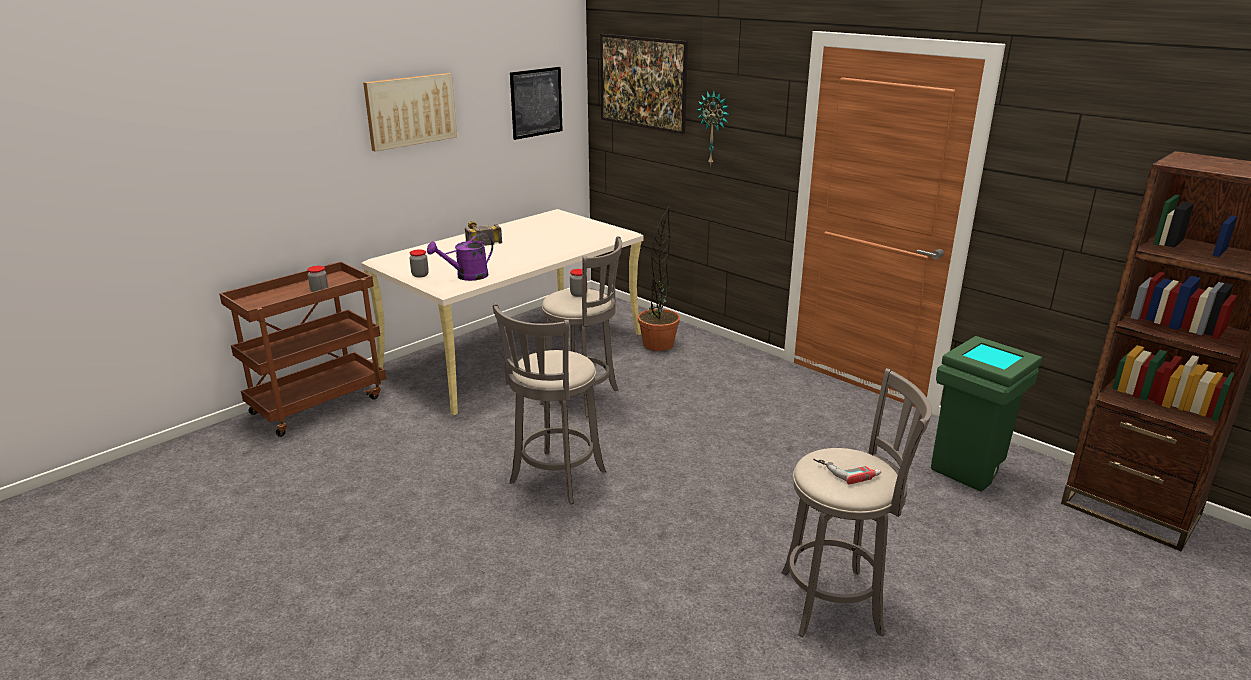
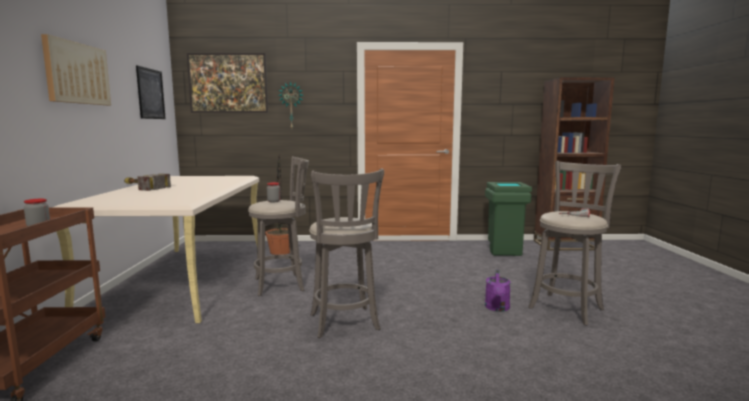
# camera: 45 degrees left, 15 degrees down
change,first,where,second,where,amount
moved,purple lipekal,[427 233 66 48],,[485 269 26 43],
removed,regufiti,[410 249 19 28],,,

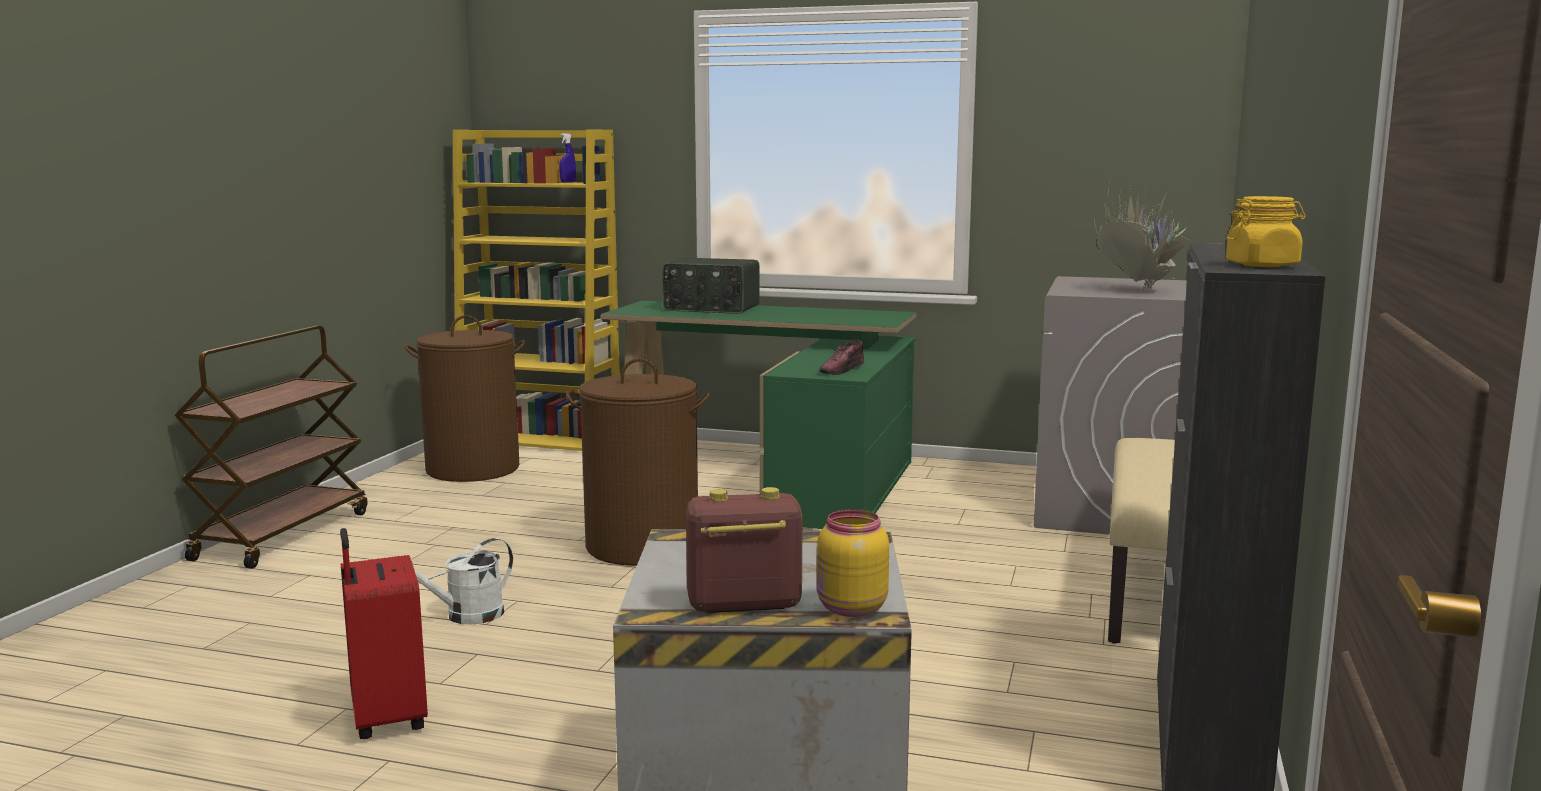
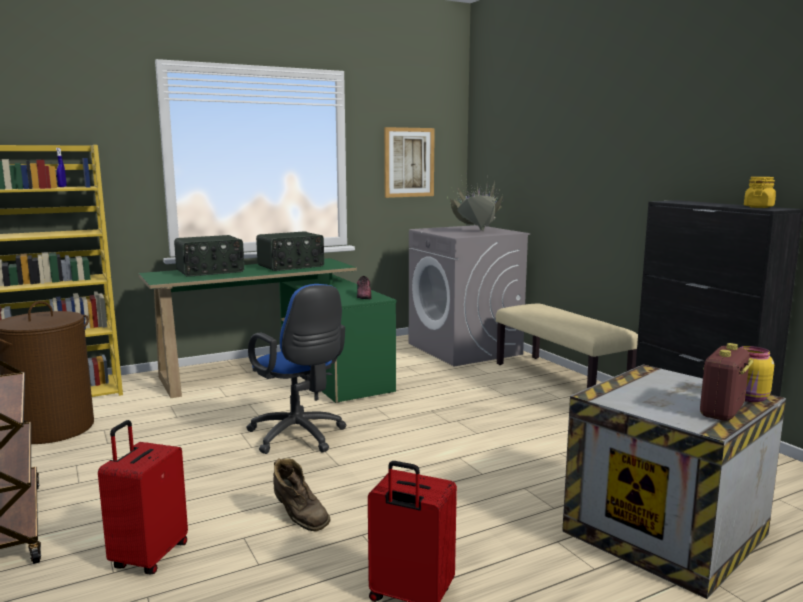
# camera: 45 degrees left, 0 degrees up
change,first,where,second,where,amount
added,,,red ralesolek,[98 420 90 154],
replaced,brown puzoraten,[566 358 145 208],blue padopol,[246 284 101 170],
added,,,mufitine,[256 232 68 39],
replaced,white lipekal,[411 538 102 87],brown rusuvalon,[273 458 57 74],
added,,,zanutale,[384 127 51 71],

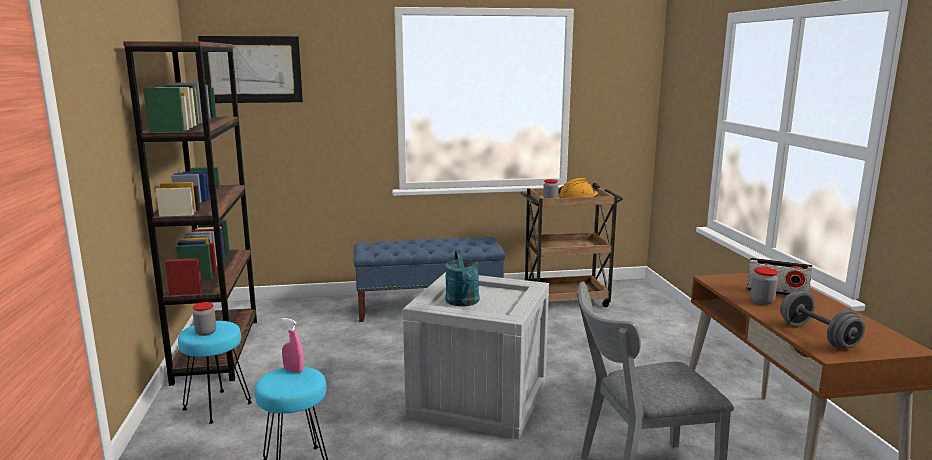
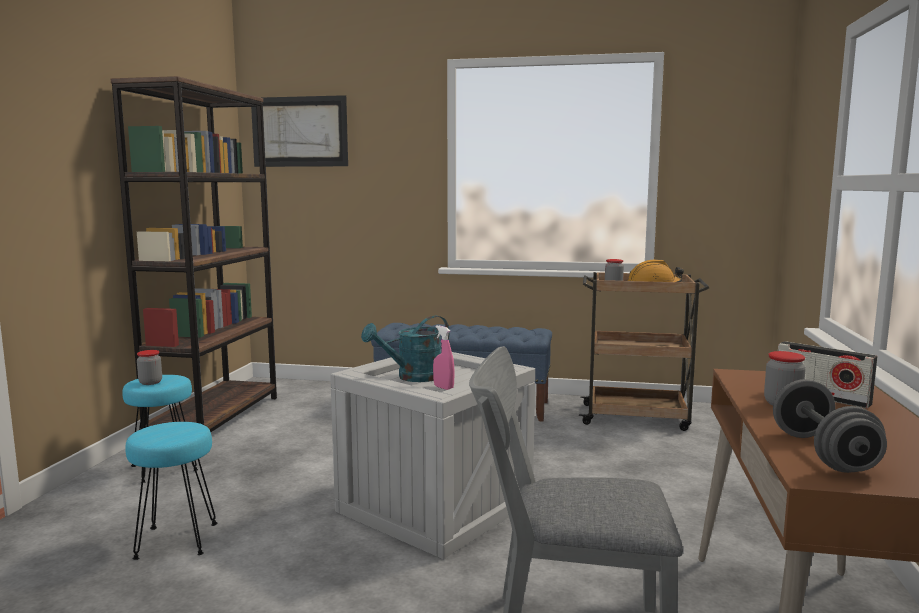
# camera: 20 degrees right, 5 degrees down
change,first,where,second,where,amount
turned,turquoise lipekal,[445 250 34 56],,[361 316 88 66],45 degrees clockwise
moved,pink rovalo,[282 318 21 55],,[433 325 22 65],

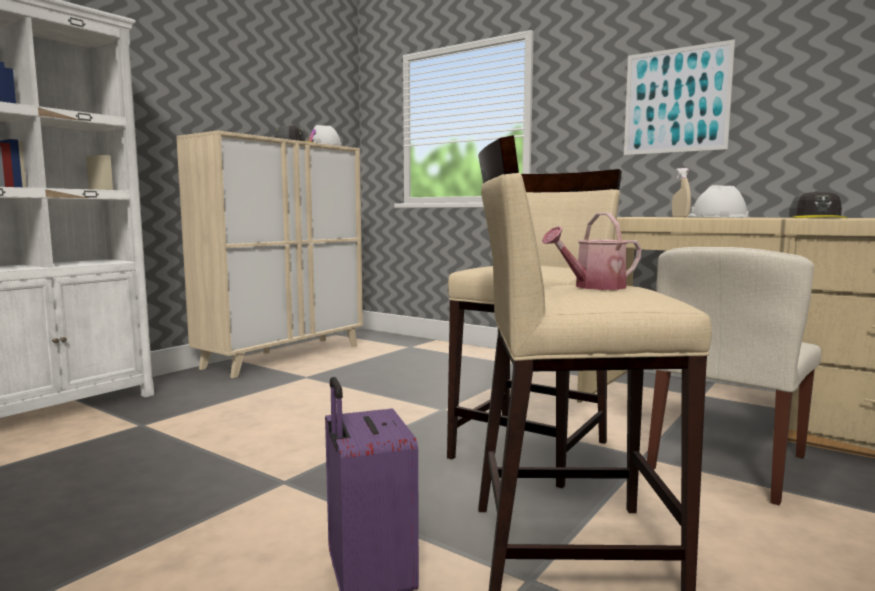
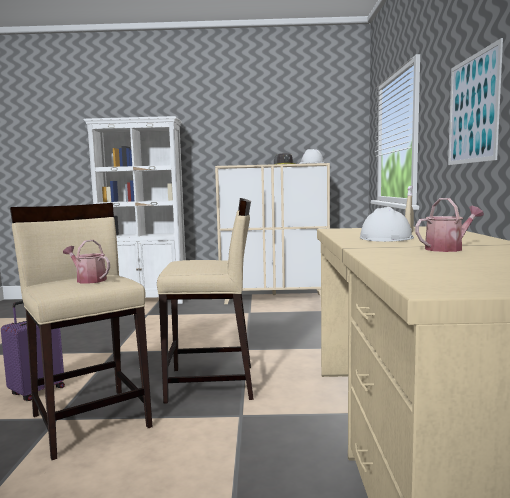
# camera: 55 degrees right, 0 degrees up
change,first,where,second,where,amount
replaced,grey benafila,[789 191 59 27],lipekal,[415 198 69 54],
removed,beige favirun,[647 247 175 258],,,

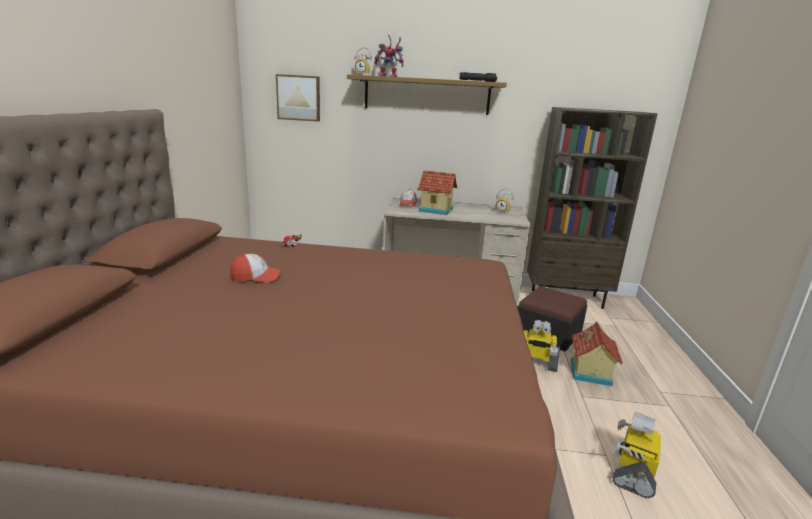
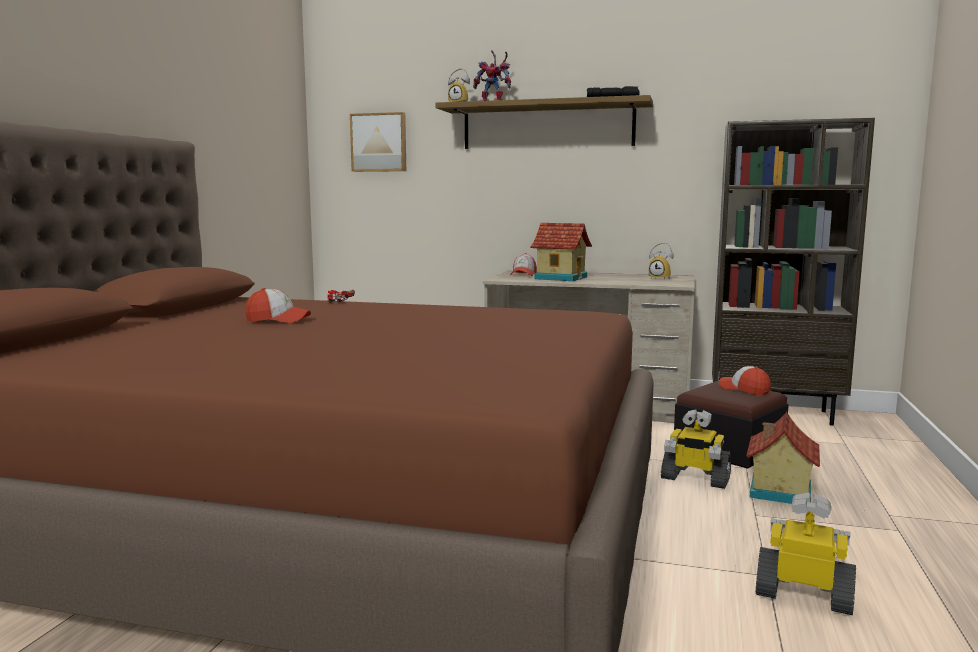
# camera: 10 degrees right, 10 degrees down
change,first,where,second,where,amount
added,,,benafila,[719 366 52 30],
turned,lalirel,[612 412 49 86],,[756 493 100 122],75 degrees clockwise

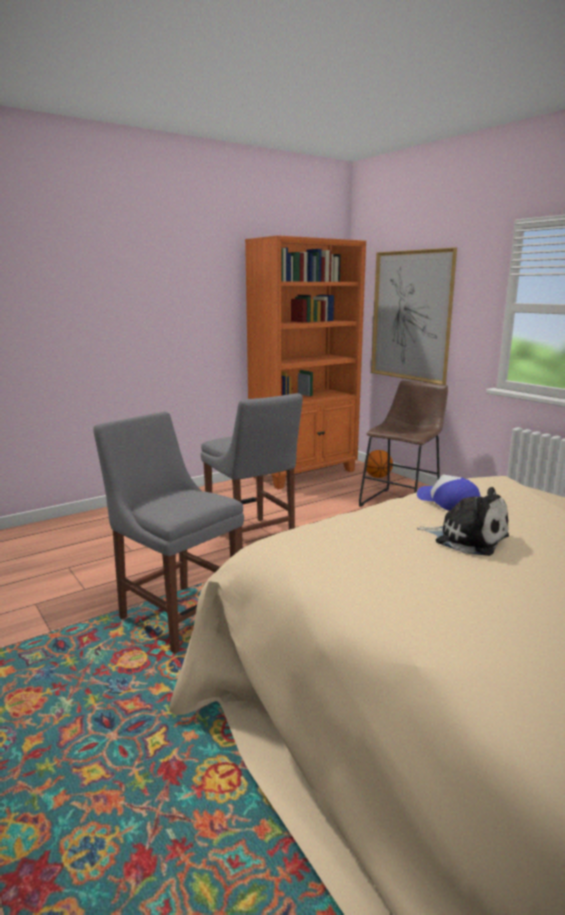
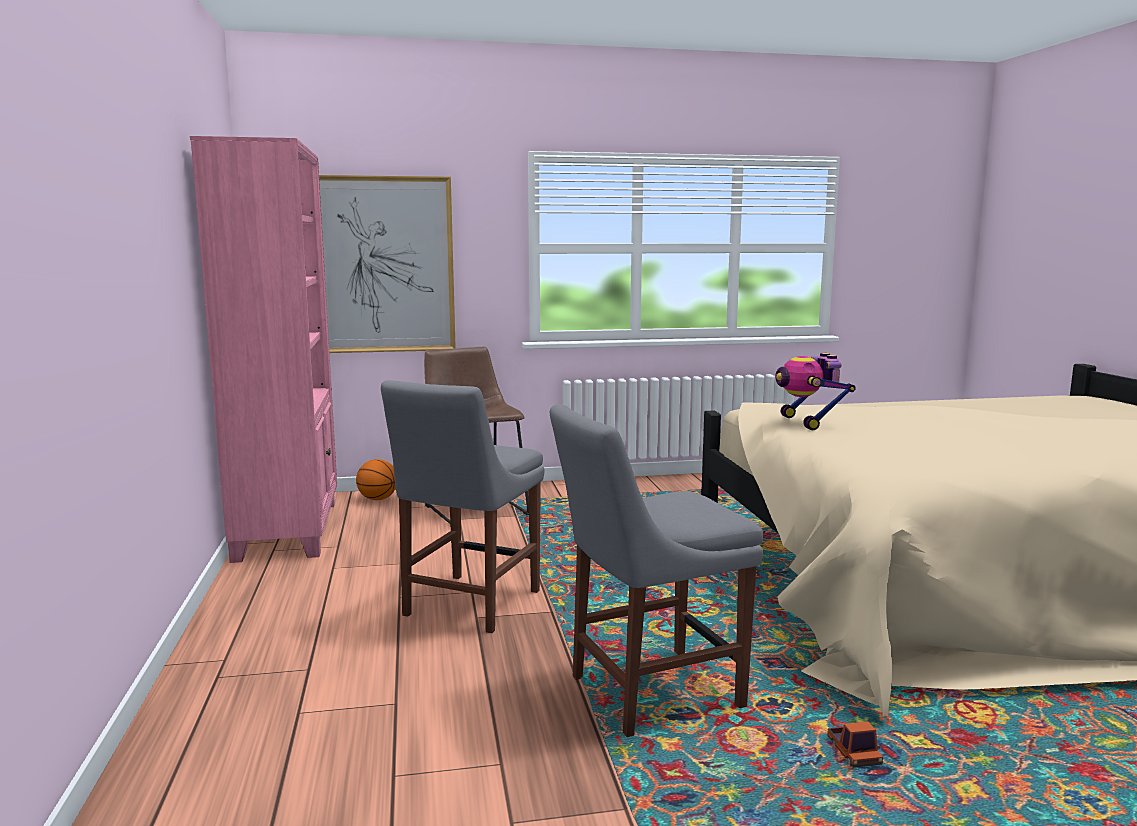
# camera: 65 degrees left, 5 degrees down
change,first,where,second,where,amount
recoloured,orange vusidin,[245 235 121 254],pink vusidin,[190 136 147 427],
turned,grey favirun,[201 393 102 156],,[381 380 163 253],120 degrees clockwise
replaced,benafila,[417 474 64 37],lalirel,[775 353 81 77],
added,,,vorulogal,[827 721 56 47],
removed,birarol,[417 487 92 69],,,

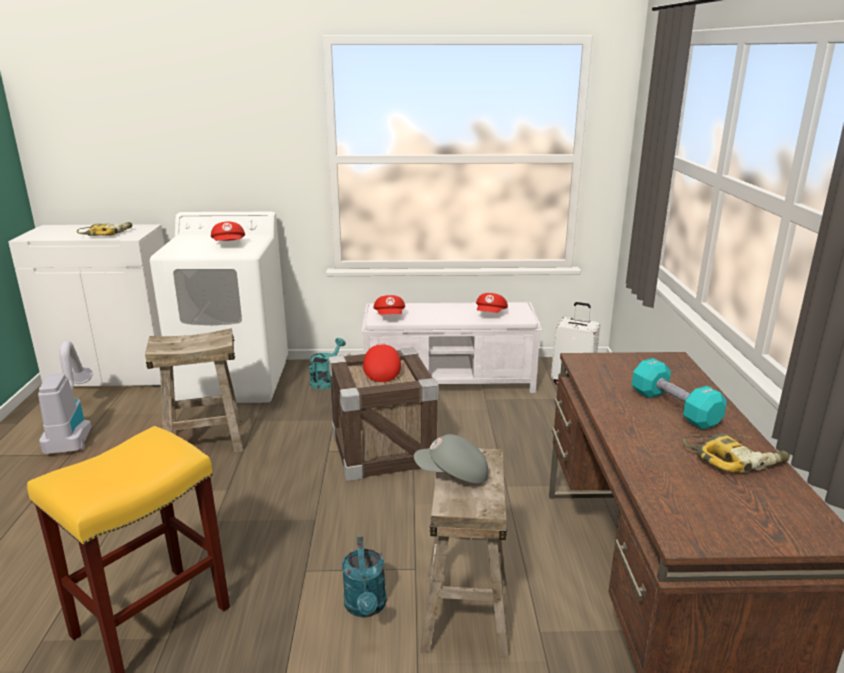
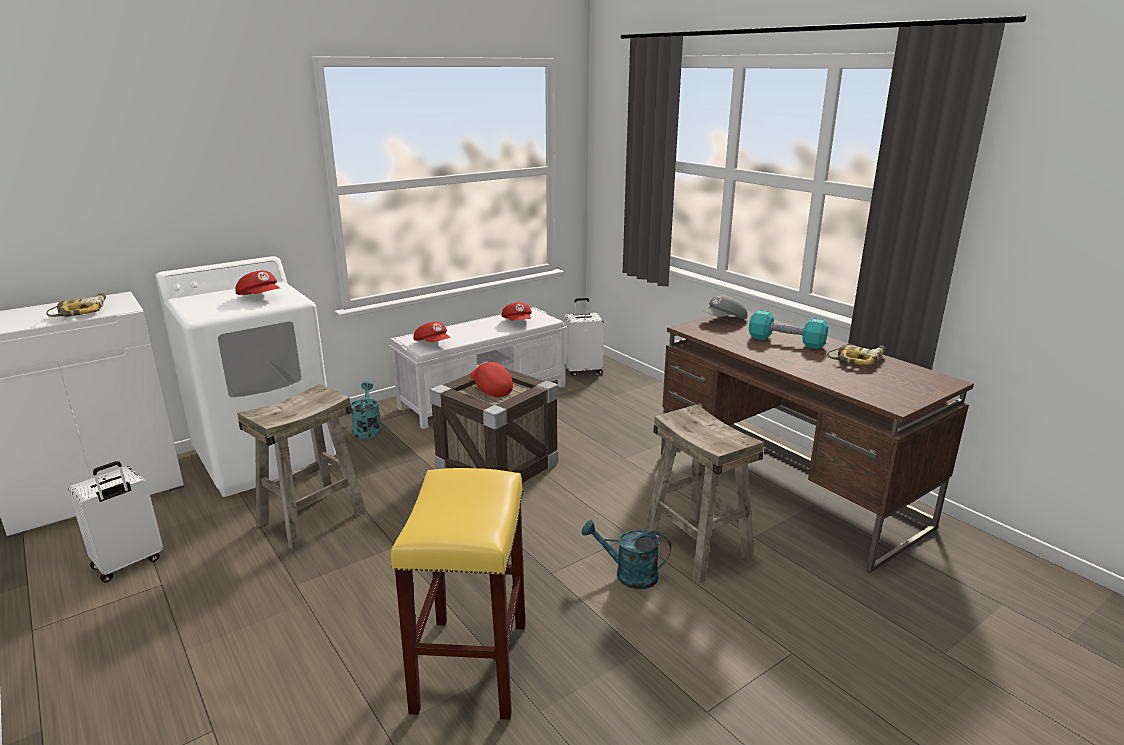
# camera: 35 degrees left, 0 degrees up
change,first,where,second,where,amount
replaced,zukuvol,[38 341 55 113],white ralesolek,[68 461 95 122],
turned,turquoise lipekal,[342 537 45 80],,[582 520 89 69],150 degrees clockwise
moved,grey benafila,[414 434 74 50],,[702 294 45 25],

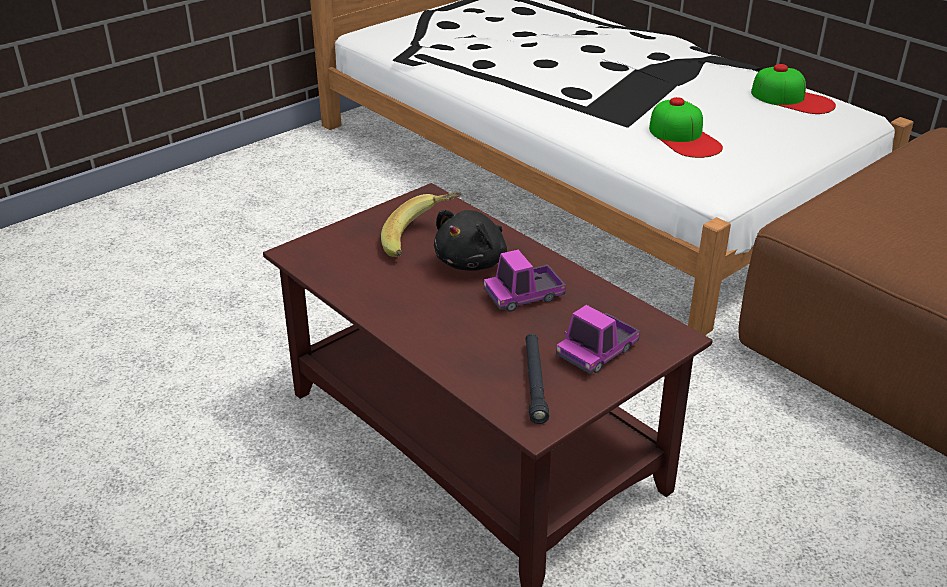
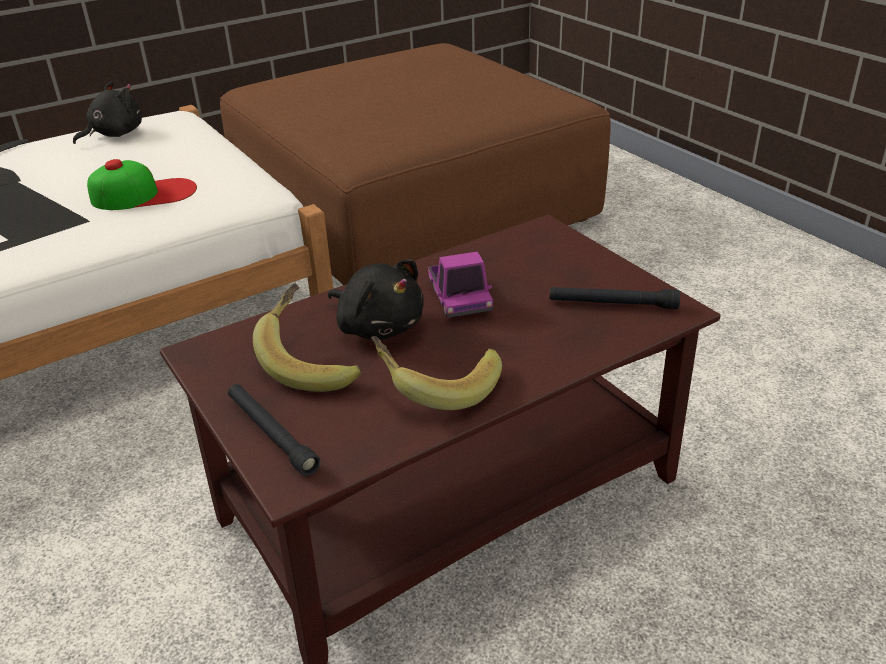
# camera: 80 degrees left, 0 degrees up
change,first,where,second,where,amount
replaced,benafila,[751 64 85 50],black birarol,[73 81 69 63],
added,,,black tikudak,[228 384 92 92],
added,,,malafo,[371 336 131 74],
removed,vorulogal,[556 305 84 69],,,

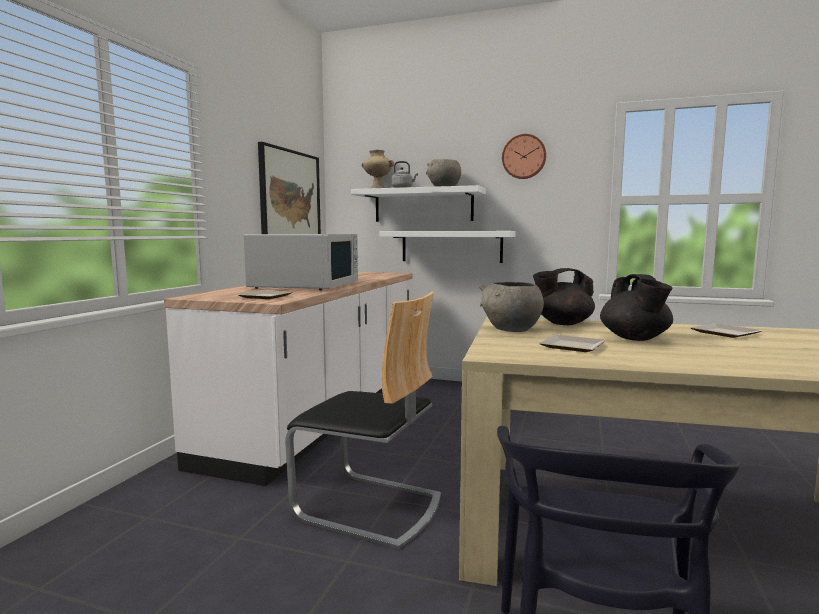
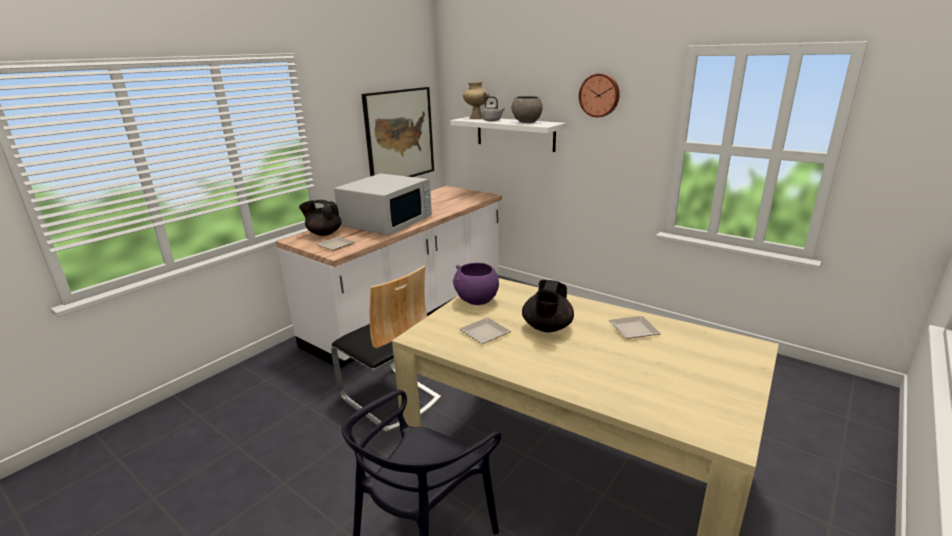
# camera: 20 degrees right, 15 degrees up
change,first,where,second,where,amount
moved,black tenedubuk,[533 268 62 57],,[299 200 43 36],
recoloured,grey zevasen,[479 282 65 50],purple zevasen,[453 263 46 42],
removed,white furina,[379 231 137 32],,,

